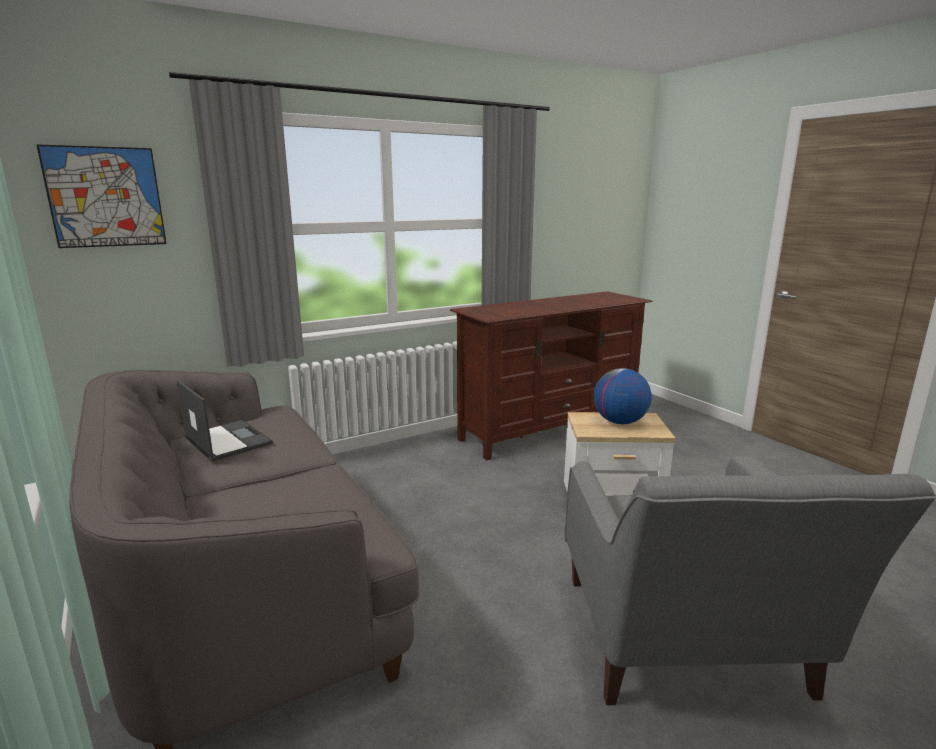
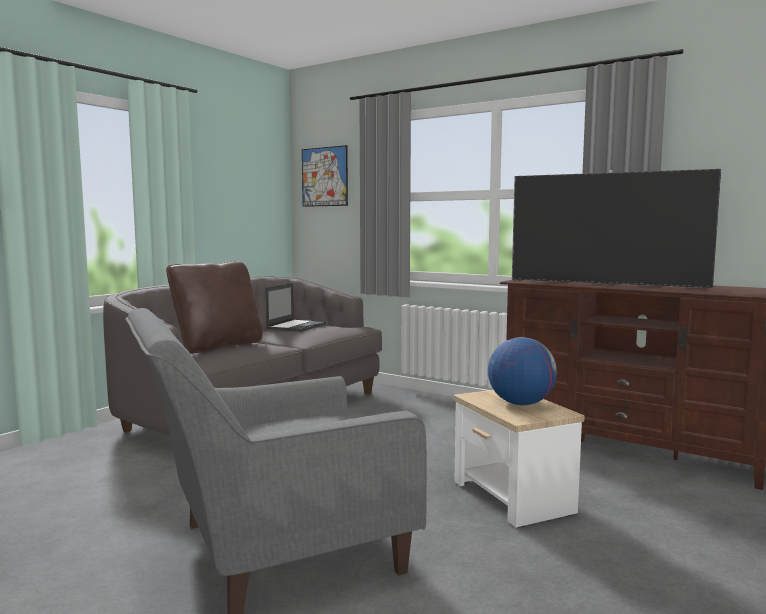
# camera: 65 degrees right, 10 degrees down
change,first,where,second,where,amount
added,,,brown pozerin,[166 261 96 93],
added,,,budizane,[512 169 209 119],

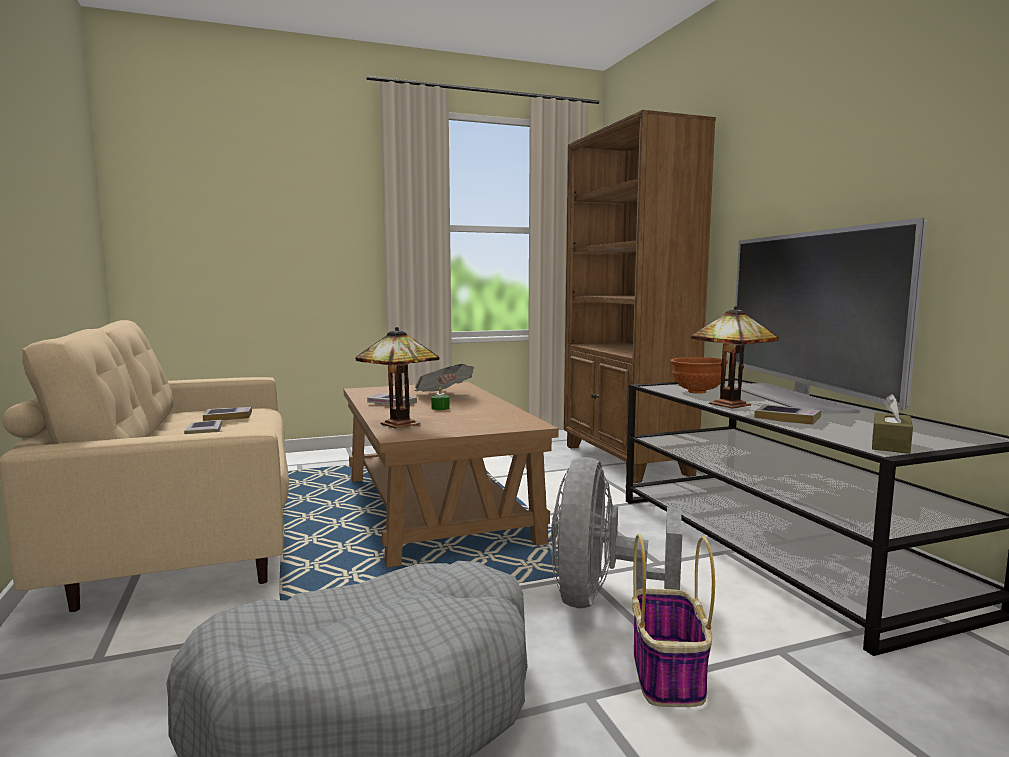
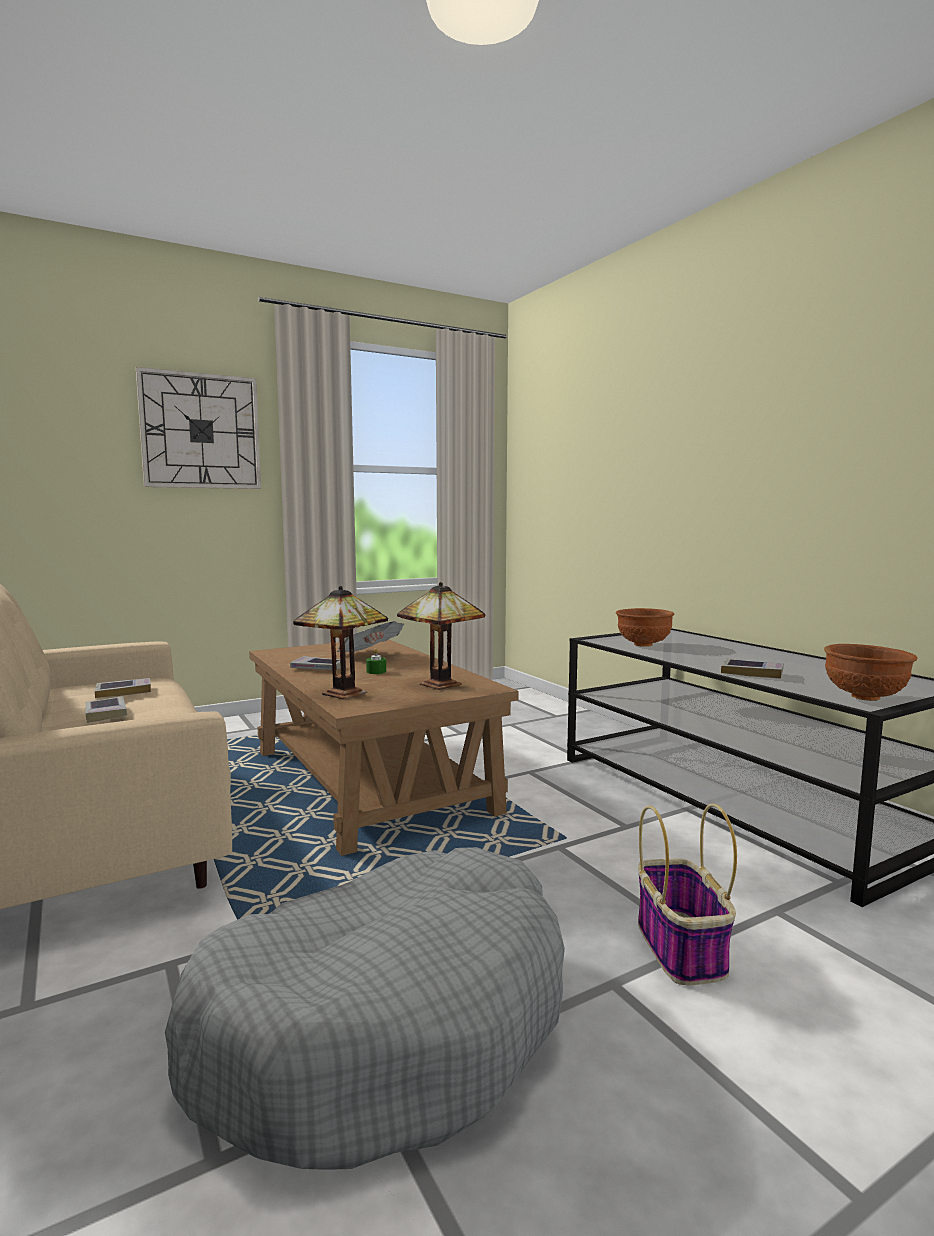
# camera: 10 degrees left, 0 degrees up
change,first,where,second,where,amount
added,,,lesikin,[136 367 125 122],
moved,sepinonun,[691 306 88 102],,[397 582 88 108],
replaced,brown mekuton,[872 394 41 60],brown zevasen,[824 644 94 57],
removed,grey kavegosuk,[551 457 131 151],,,
removed,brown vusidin,[564 110 152 373],,,
removed,budizane,[727 218 200 196],,,

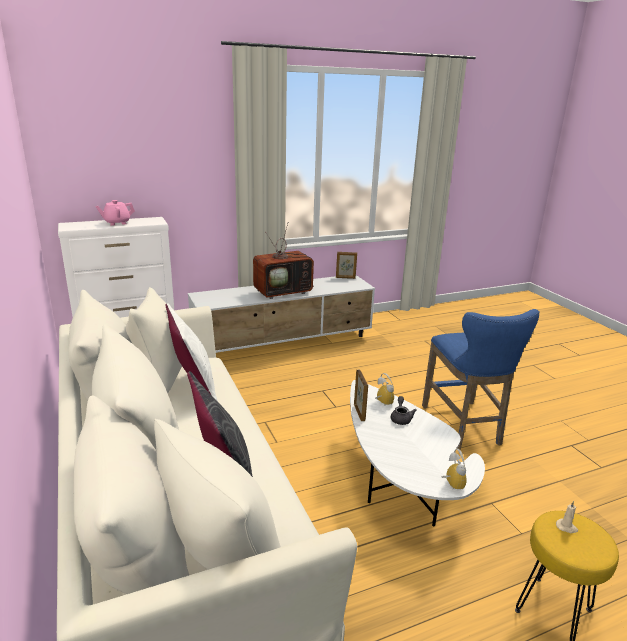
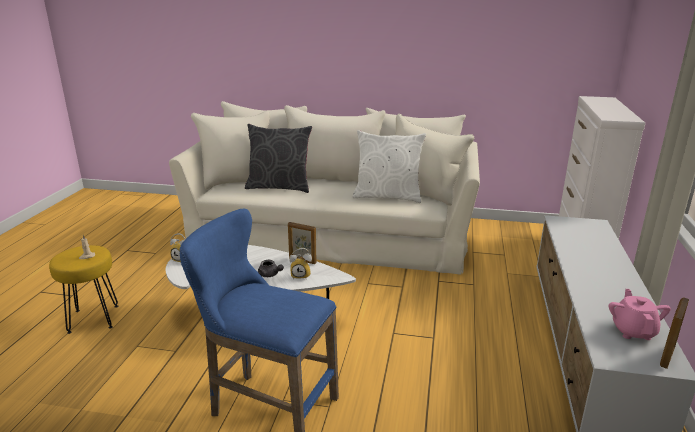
# camera: 125 degrees right, 0 degrees up
change,first,where,second,where,amount
moved,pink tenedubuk,[95 200 40 26],,[609 289 62 51],
removed,budizane,[253 224 61 75],,,

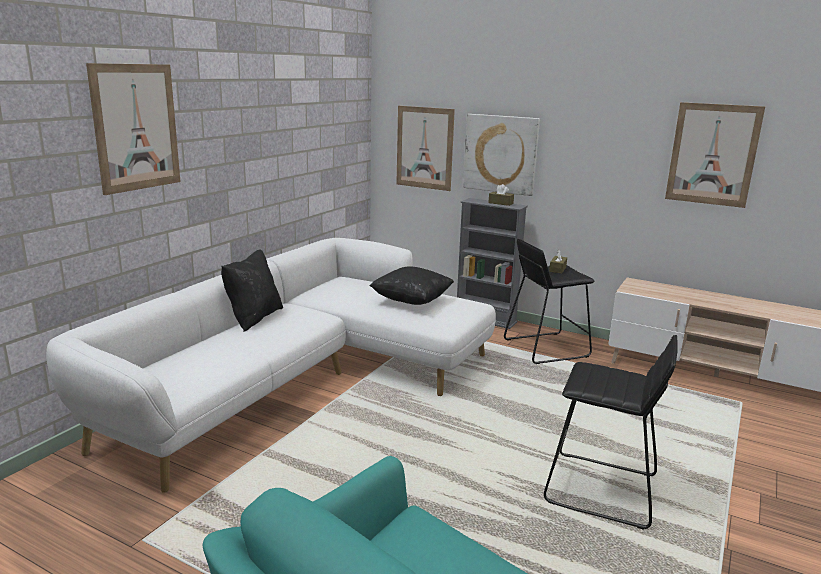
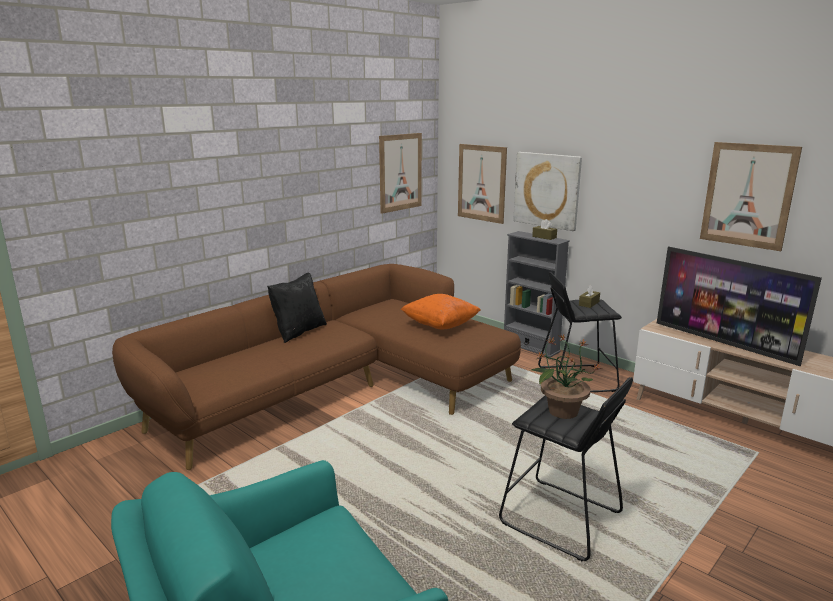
# camera: 15 degrees right, 0 degrees up
change,first,where,second,where,amount
recoloured,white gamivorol,[46 238 450 255],brown gamivorol,[112 264 409 206],
moved,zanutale,[86 63 95 132],,[379 133 43 81],
recoloured,black pozerin,[370 266 84 39],orange pozerin,[401 294 80 35],
added,,,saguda,[531 335 71 84],
added,,,budizane,[657 246 165 120],

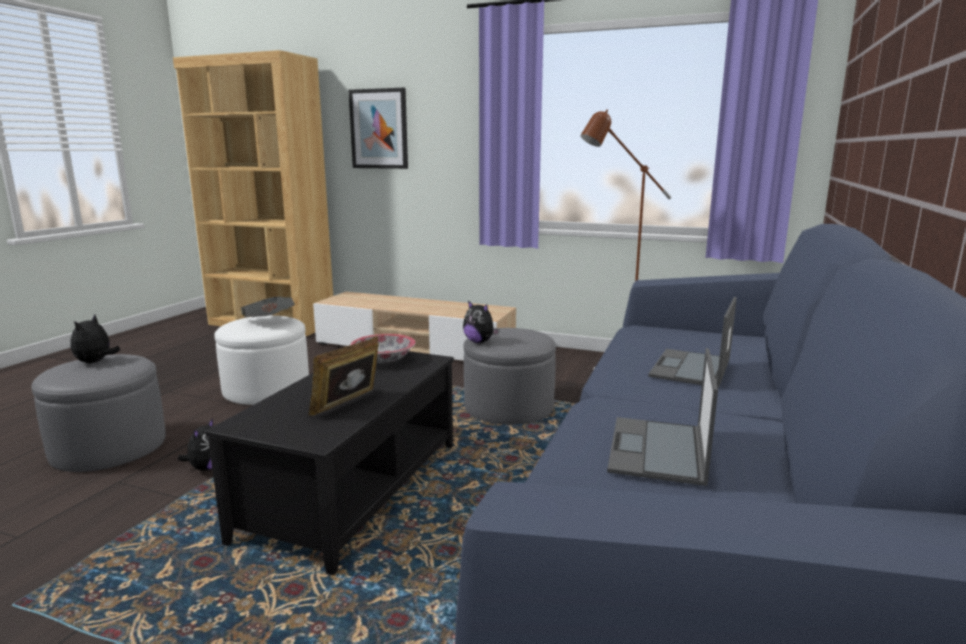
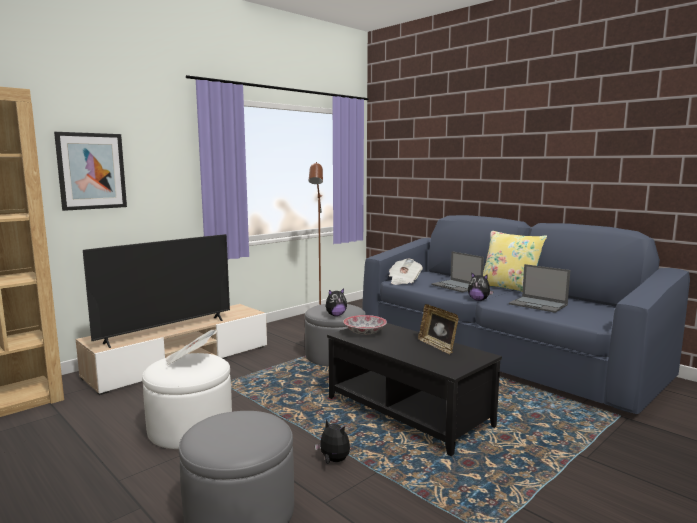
# camera: 65 degrees left, 5 degrees down
change,first,where,second,where,amount
added,,,budizane,[83 234 147 114],
added,,,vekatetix,[389 259 34 26],
moved,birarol,[70 314 51 49],,[468 272 26 29],
added,,,yellow pozerin,[483 231 64 61],

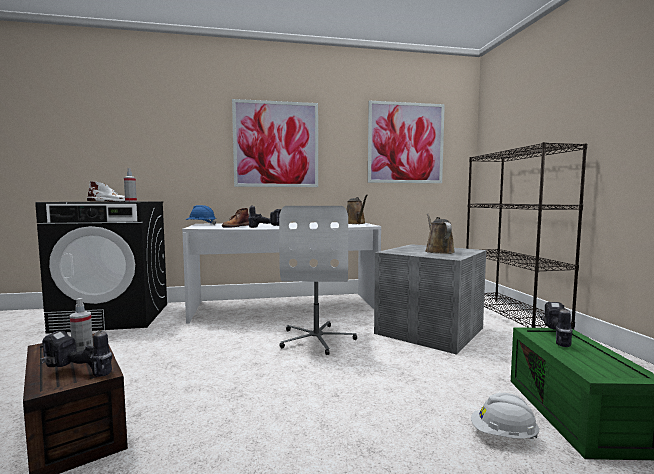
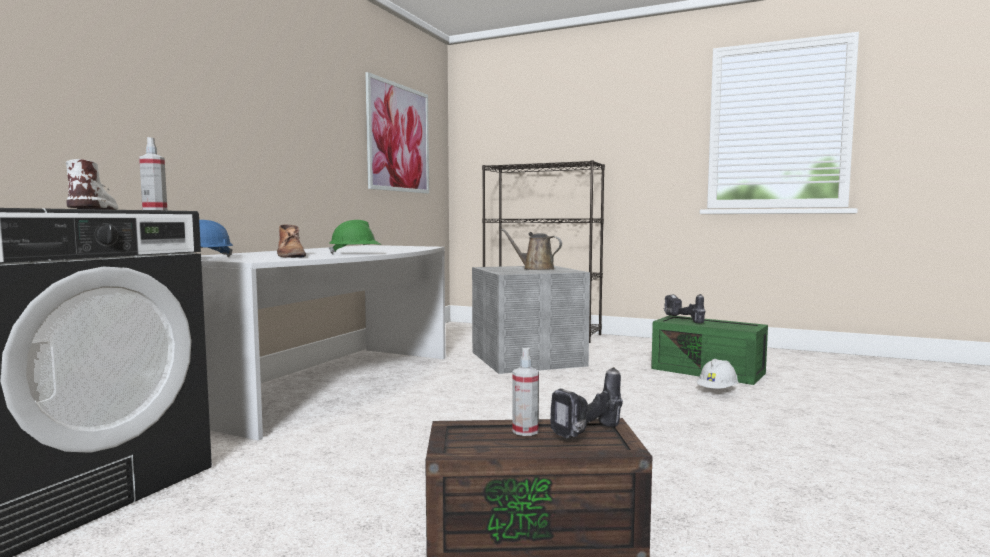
# camera: 55 degrees left, 0 degrees up
change,first,where,second,where,amount
replaced,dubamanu,[248 205 33 23],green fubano,[329 220 52 35],
removed,zanutale,[232 99 86 88],,,
removed,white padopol,[279 206 78 149],,,
removed,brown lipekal,[346 195 22 29],,,

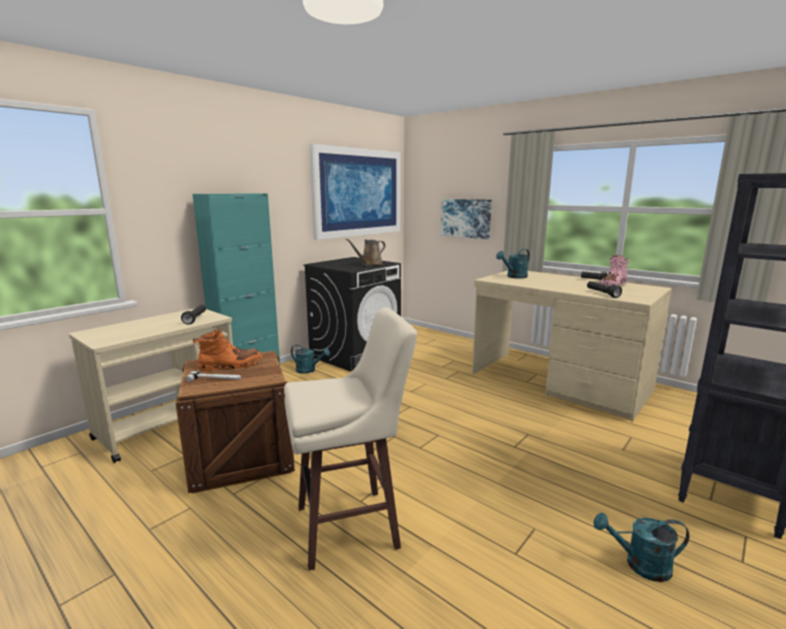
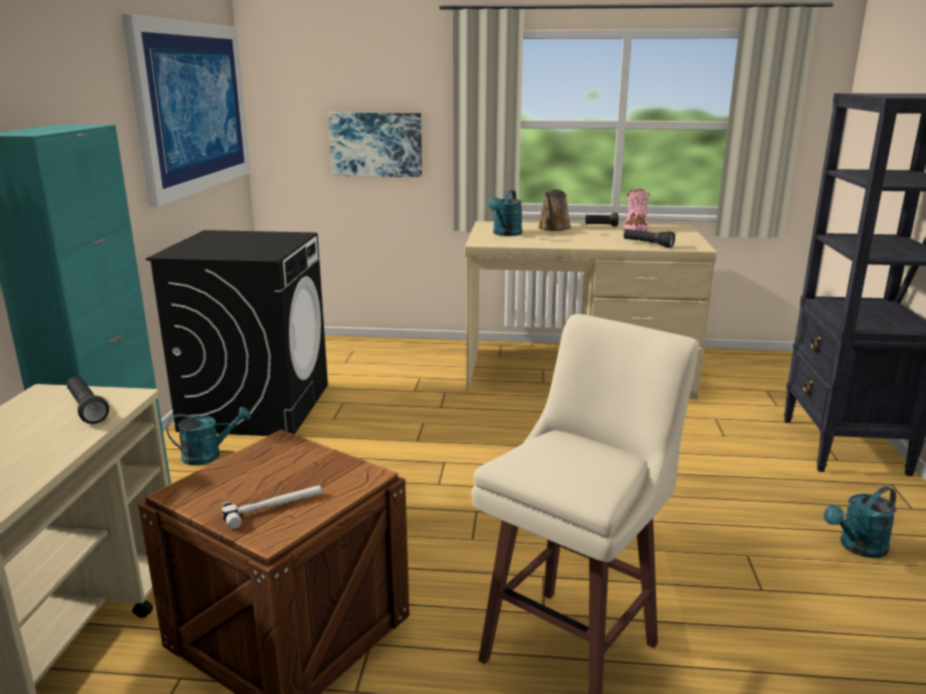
# camera: 35 degrees left, 5 degrees up
change,first,where,second,where,amount
moved,brown lipekal,[346 239 39 27],,[538 189 33 42],
removed,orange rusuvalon,[192 328 70 44],,,

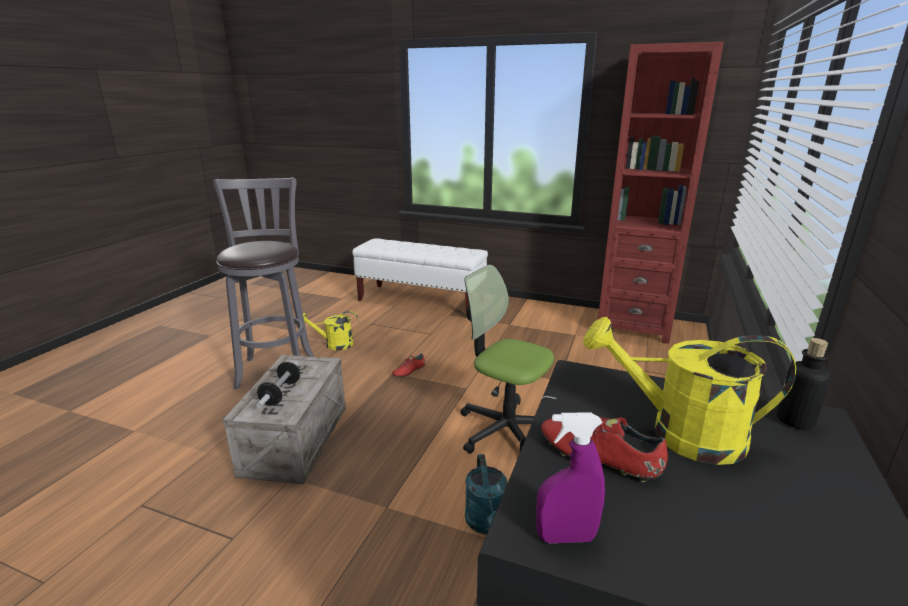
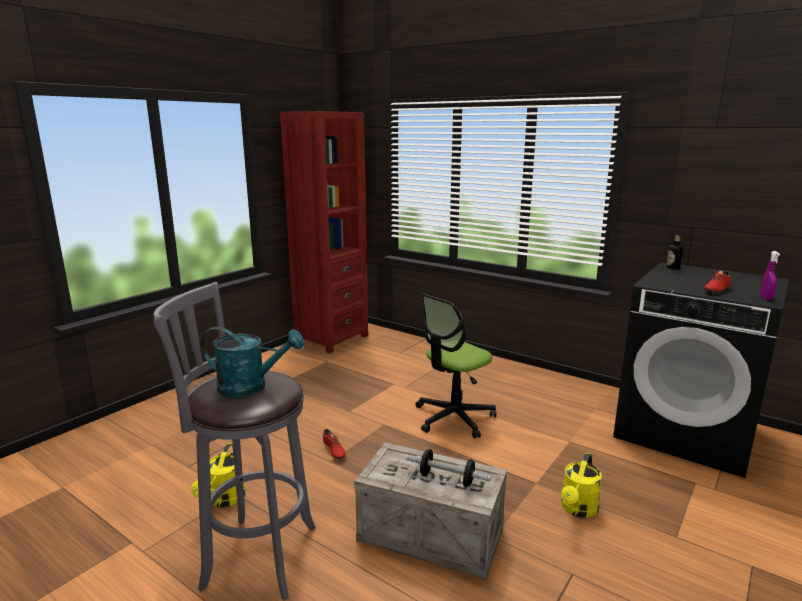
# camera: 75 degrees left, 5 degrees down
change,first,where,second,where,amount
moved,turquoise lipekal,[465 454 43 81],,[201 327 103 70],
moved,yellow lipekal,[583 317 213 148],,[561 453 41 65],
removed,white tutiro,[352 239 136 76],,,

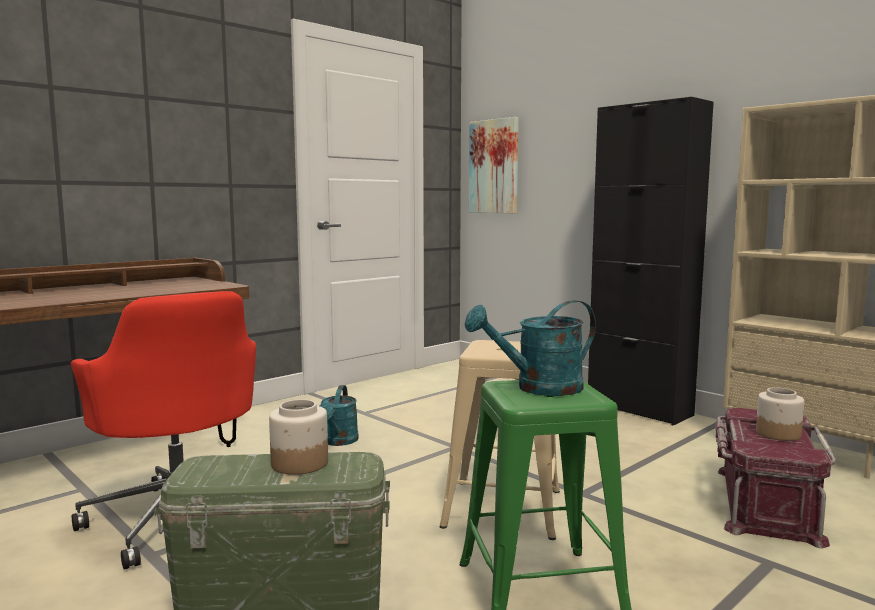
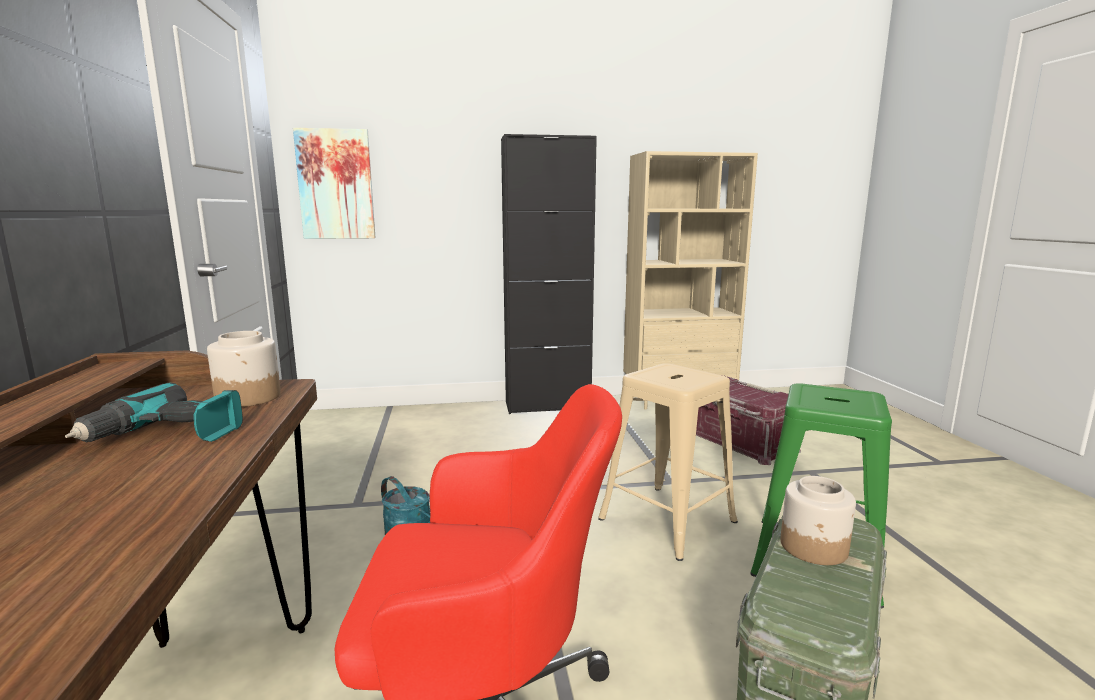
# camera: 55 degrees left, 5 degrees up
change,first,where,second,where,amount
added,,,dubamanu,[65 382 178 60],
moved,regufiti,[756 387 48 54],,[207 331 74 76],
removed,turquoise lipekal,[465 300 131 96],,,

